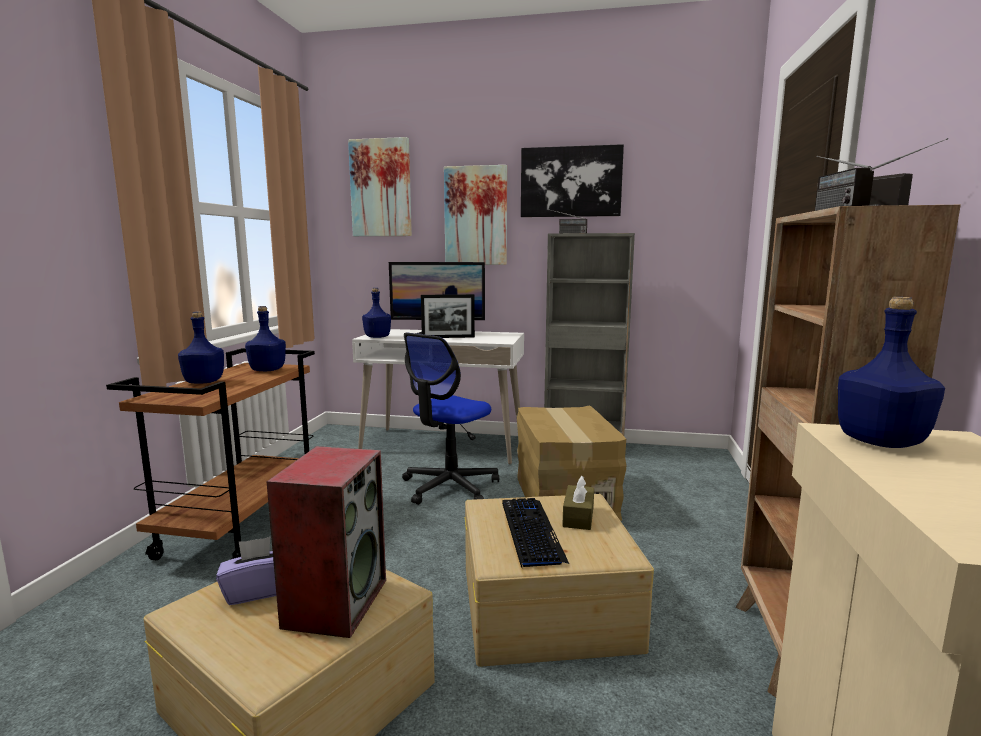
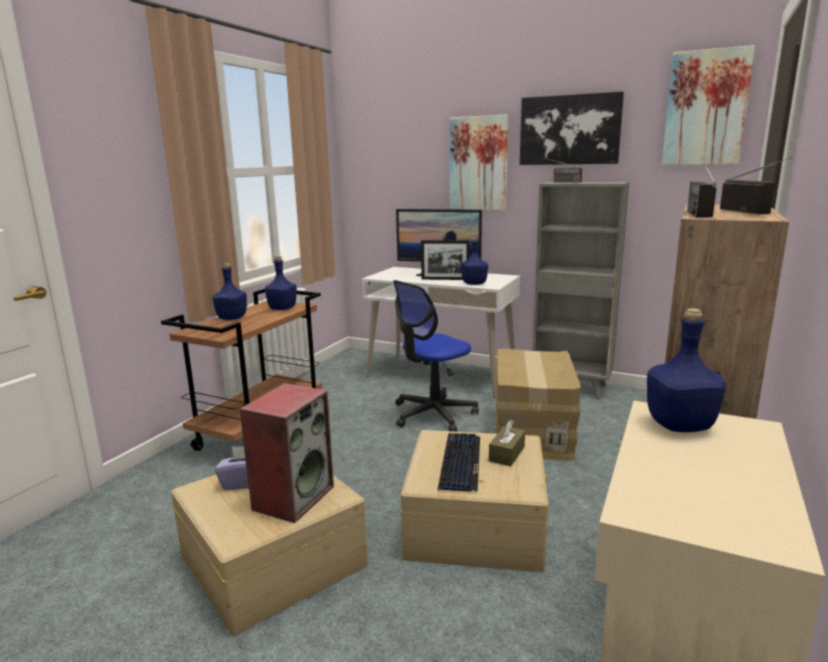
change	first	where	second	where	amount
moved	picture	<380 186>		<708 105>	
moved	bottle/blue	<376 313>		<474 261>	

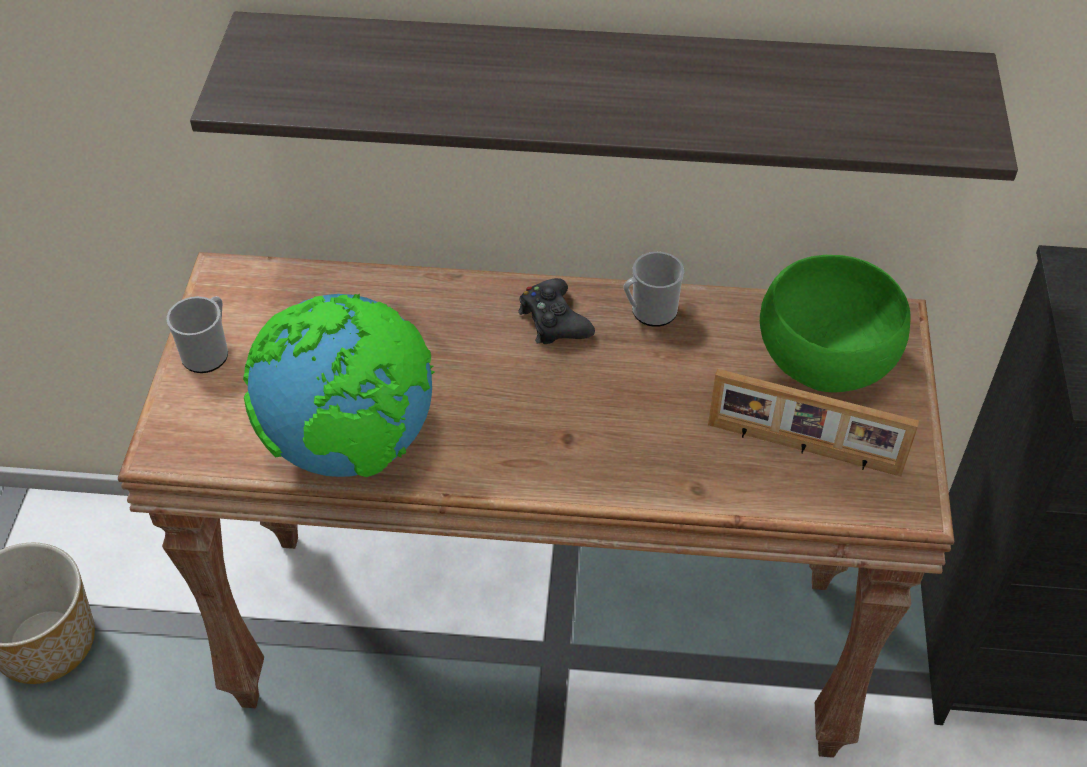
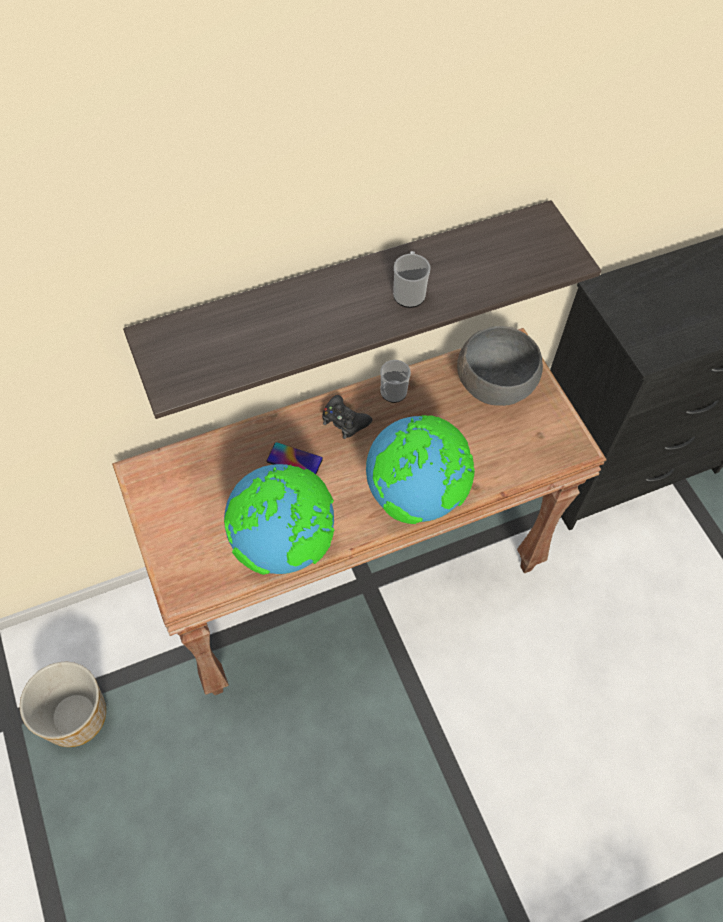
change	first	where	second	where	amount
recoloured	bowl/green	<835 323>	bowl/grey	<500 366>	
moved	mug	<197 334>		<412 279>	
removed	picture frame	<813 423>			
added			globe	<420 469>	
added			phone	<295 458>	

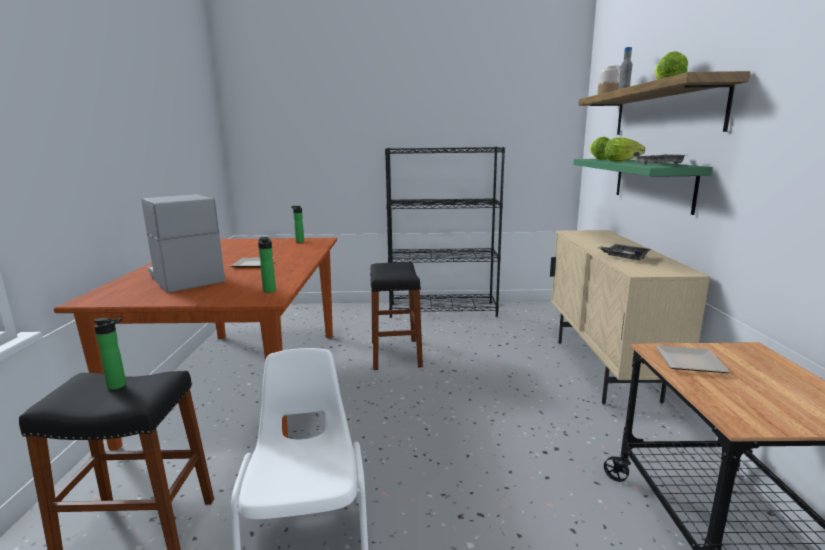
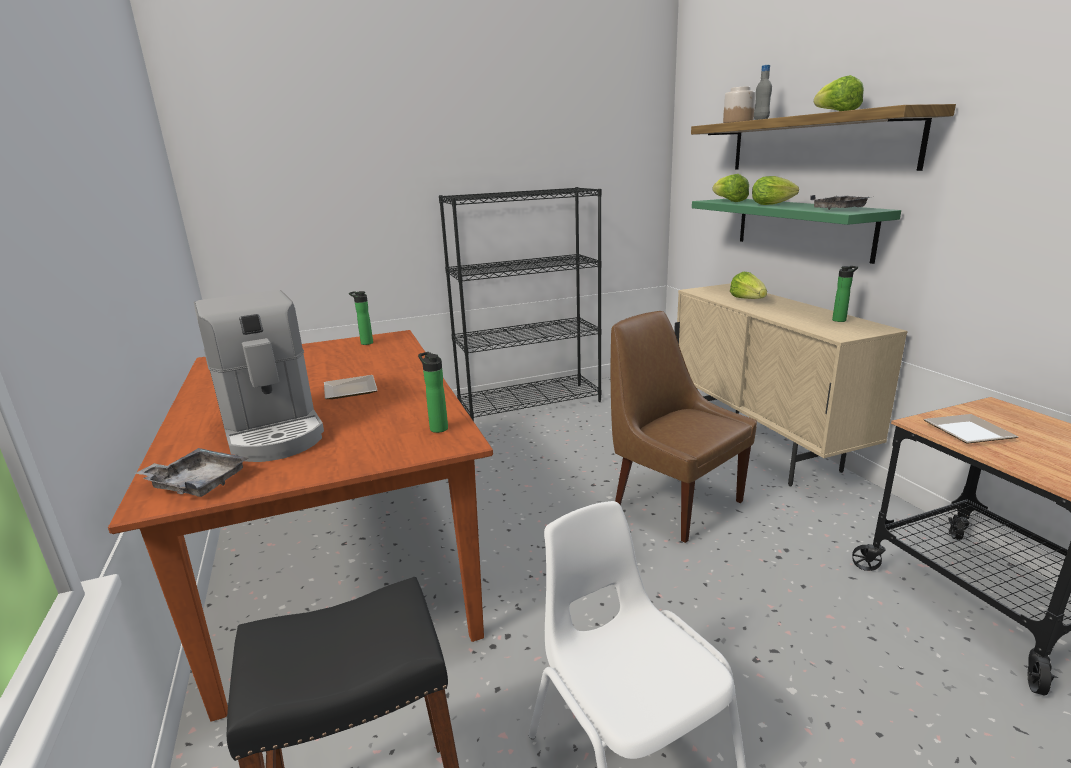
change	first	where	second	where	amount
turned	coffee machine	<183 243>		<259 376>	150 degrees counterclockwise
moved	tray/grey	<624 252>		<192 472>	
removed	stool/black	<396 316>			
moved	bottle	<110 354>		<845 294>	
added			lettuce	<748 285>	
added			chair/brown	<684 427>	

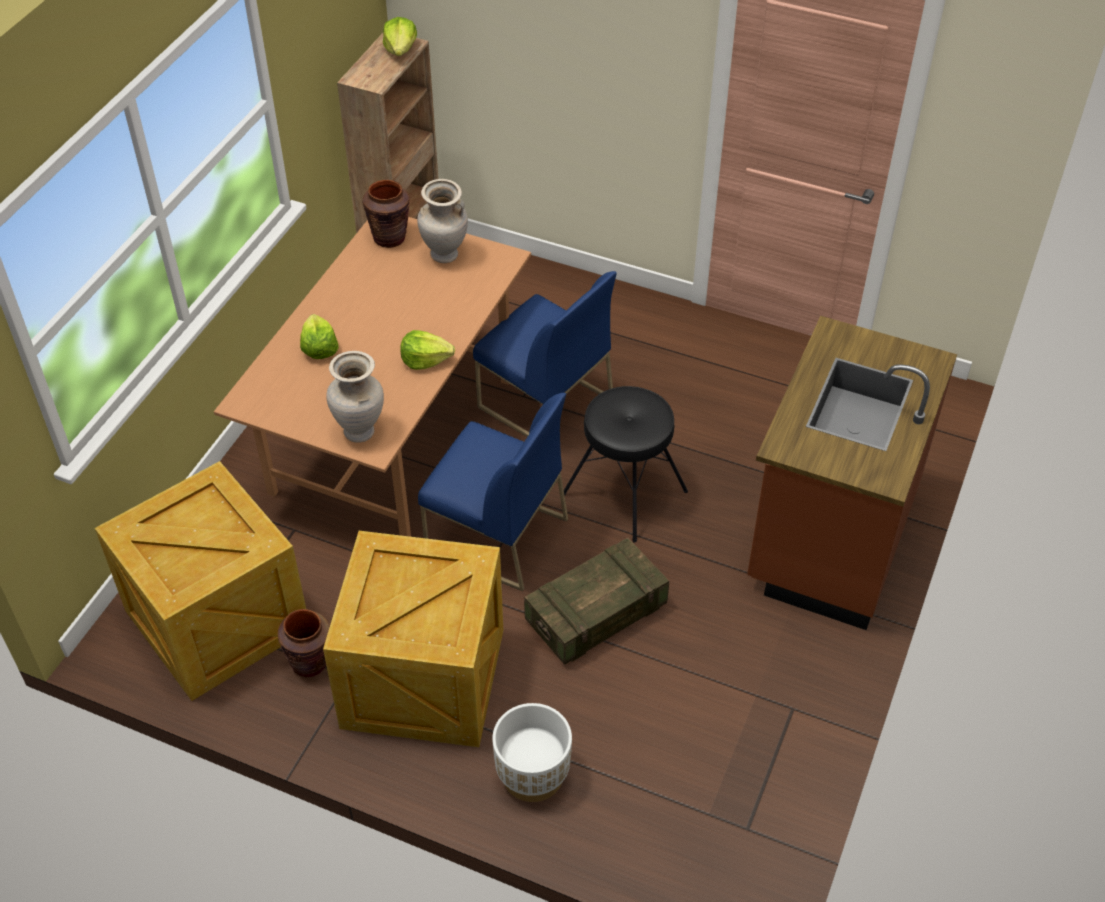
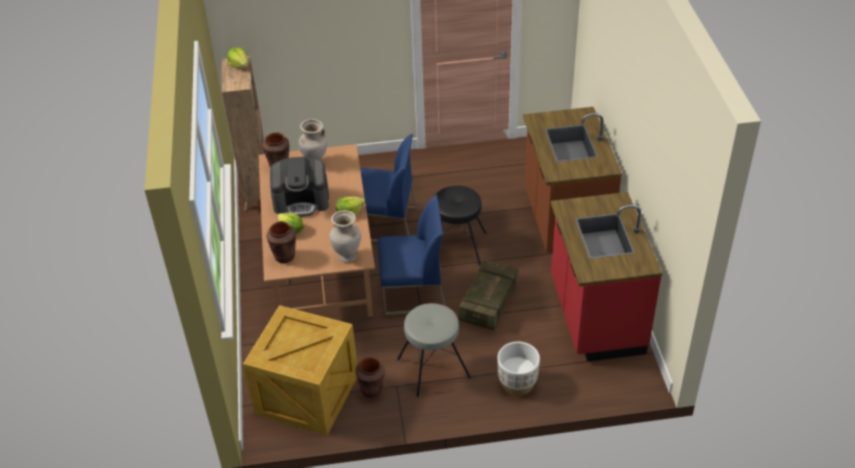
change	first	where	second	where	amount
replaced	crate	<413 639>	stool/grey	<434 350>	
added			coffee machine	<299 187>	
added			counter/red	<606 276>	
added			vase/brown	<281 242>	

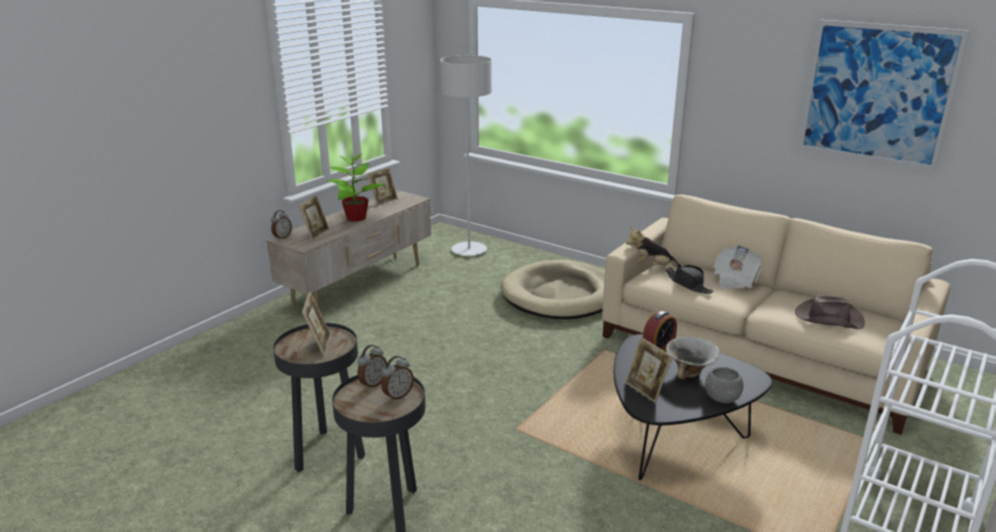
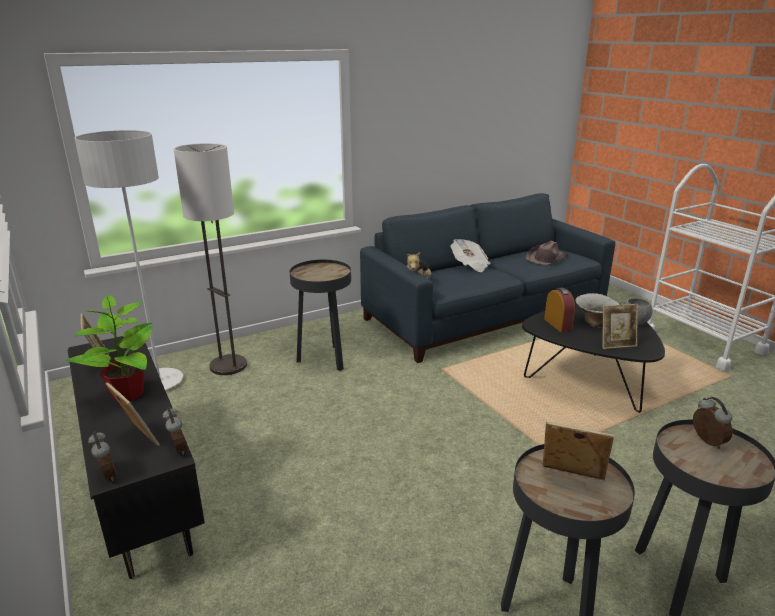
change	first	where	second	where	amount
removed	picture	<884 95>			
recoloured	tv stand/beige	<348 249>	tv stand/black	<136 457>	
recoloured	sofa/beige	<776 315>	sofa/blue	<487 278>	
replaced	dog bed/beige	<553 289>	side table/black	<320 315>	
removed	hat/black	<689 279>			
moved	alarm clock	<372 367>		<174 431>	
added			floor lamp	<210 259>	

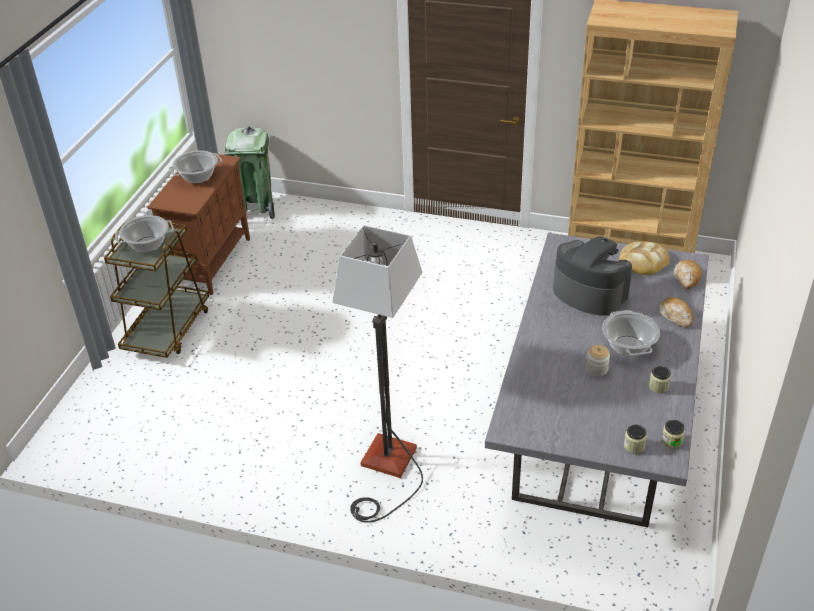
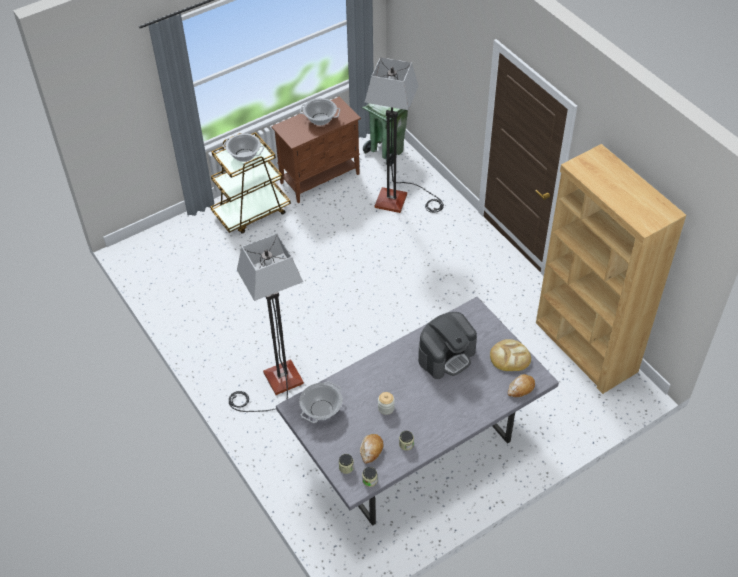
change	first	where	second	where	amount
turned	coffee machine	<592 276>		<447 345>	60 degrees clockwise
moved	bread	<676 312>		<372 449>	
moved	cooking pot	<631 333>		<321 402>	
added			floor lamp	<404 135>	

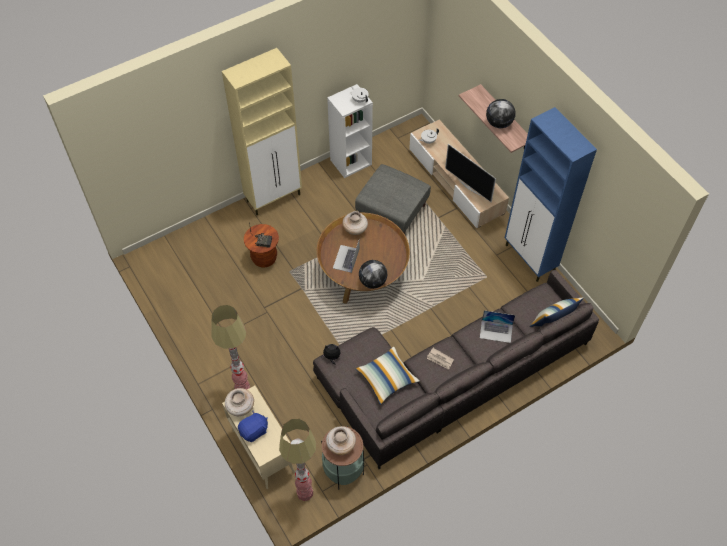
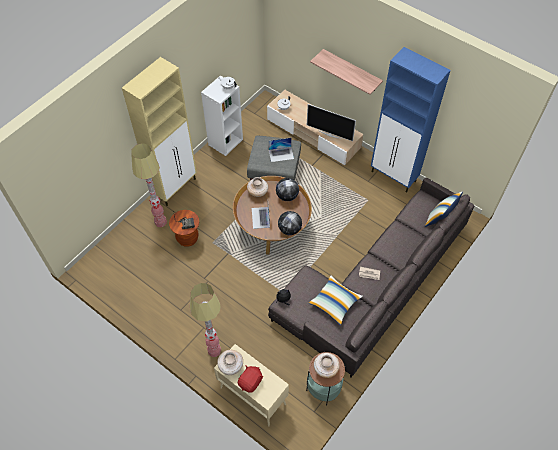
change	first	where	second	where	amount
moved	globe	<501 113>		<287 189>	
moved	laptop	<497 326>		<281 150>	
recoloured	plush toy/blue	<253 426>	plush toy/red	<250 379>	
moved	floor lamp	<297 460>		<149 185>	

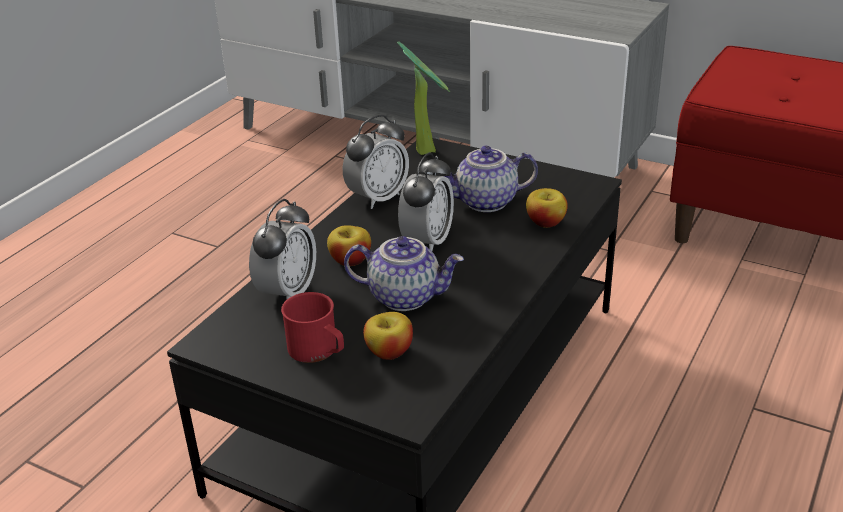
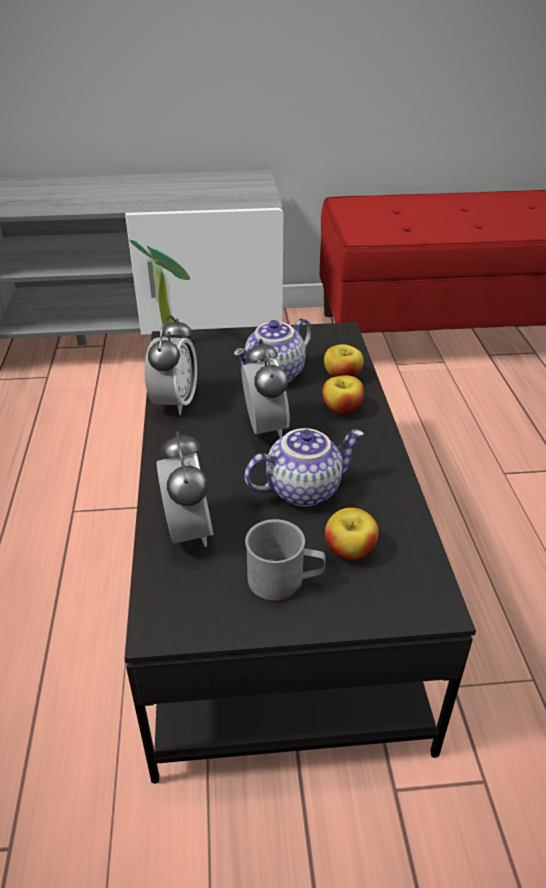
change	first	where	second	where	amount
moved	apple	<349 245>		<343 395>	
recoloured	mug/red	<312 327>	mug/grey	<285 560>	

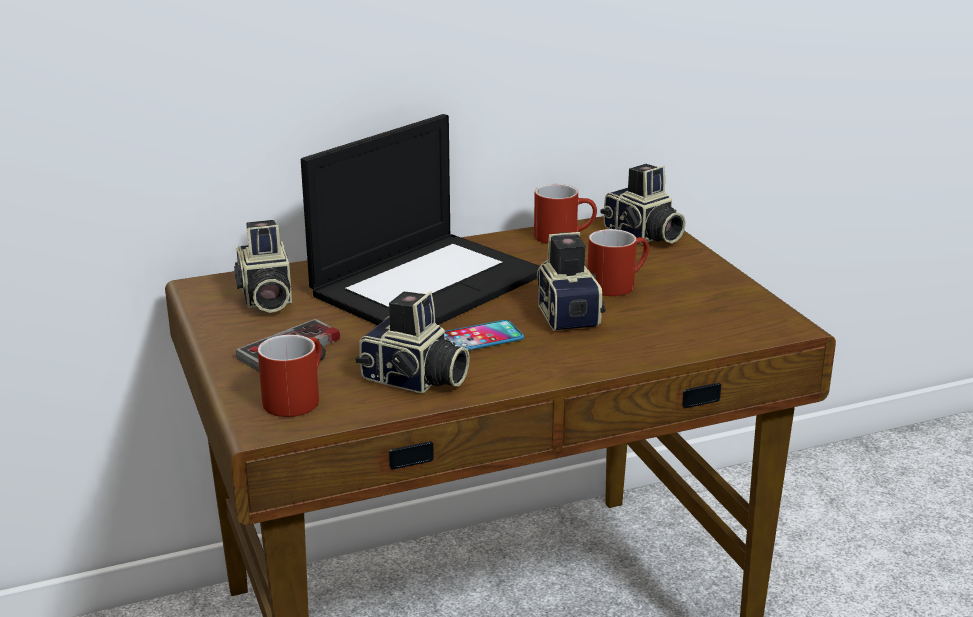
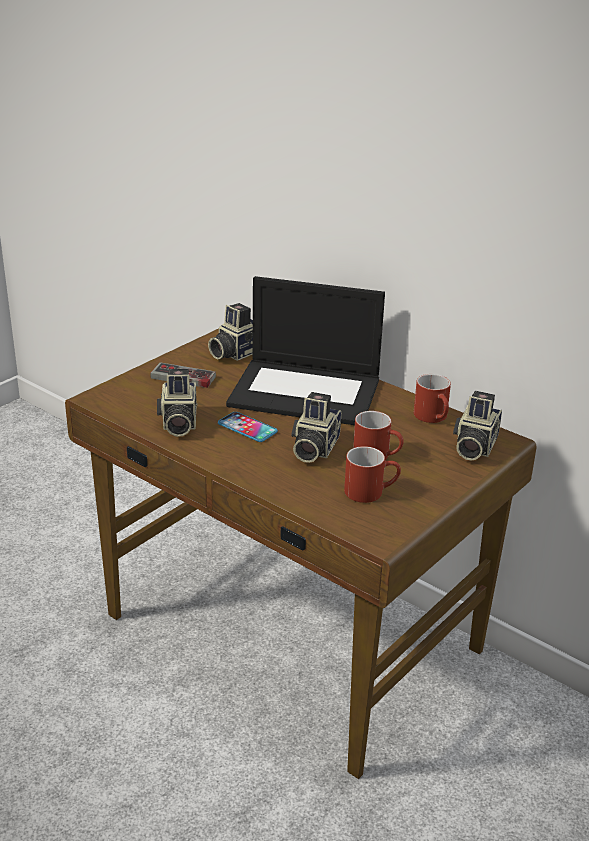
change	first	where	second	where	amount
turned	photo camera	<571 281>		<316 427>	150 degrees clockwise
moved	mug/red	<289 376>		<372 474>	

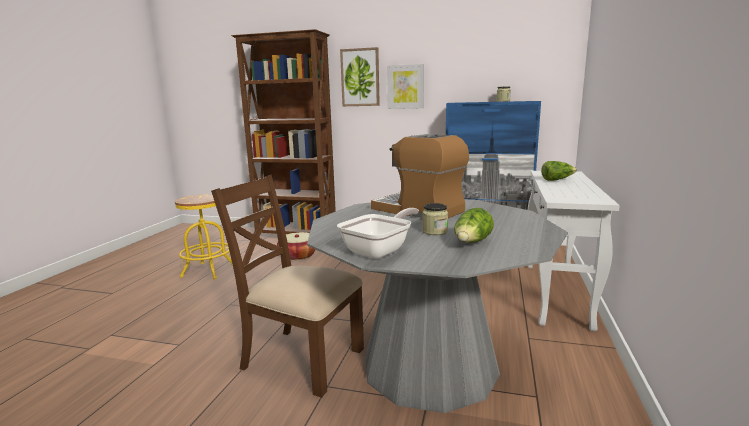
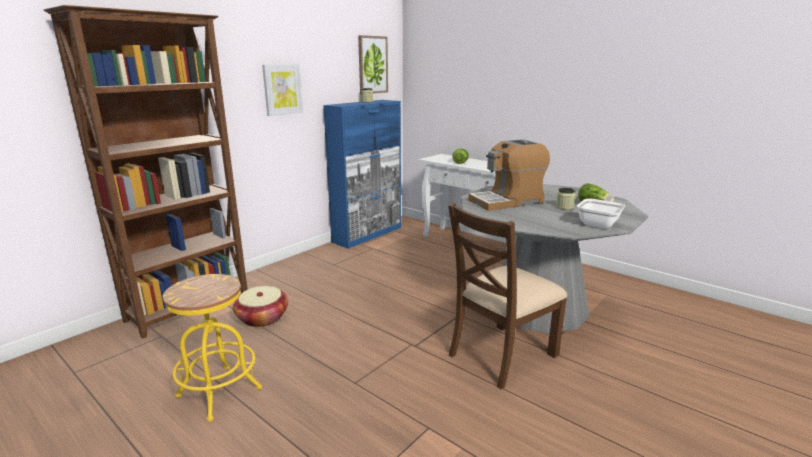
change	first	where	second	where	amount
moved	picture	<360 76>		<373 64>	
turned	frying pan	<378 233>		<601 211>	60 degrees clockwise

